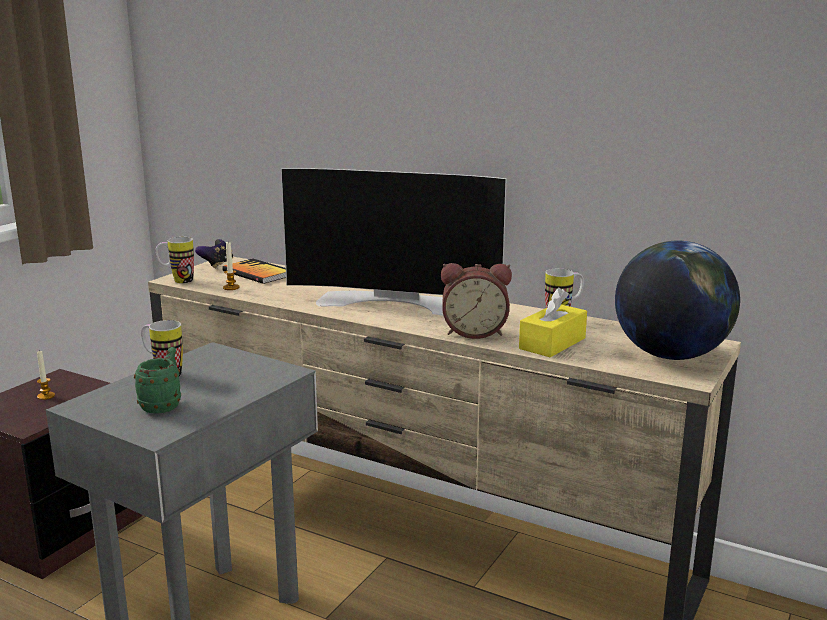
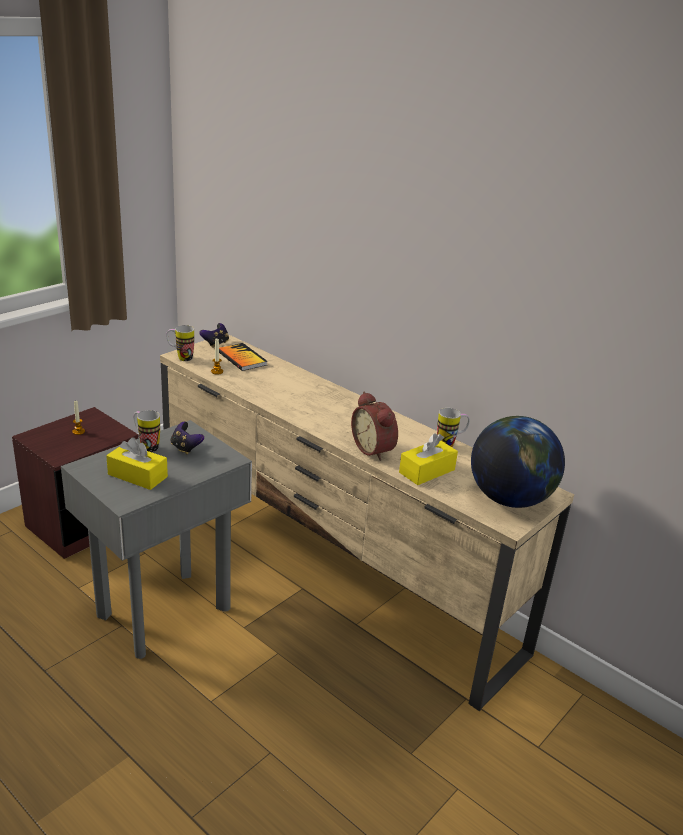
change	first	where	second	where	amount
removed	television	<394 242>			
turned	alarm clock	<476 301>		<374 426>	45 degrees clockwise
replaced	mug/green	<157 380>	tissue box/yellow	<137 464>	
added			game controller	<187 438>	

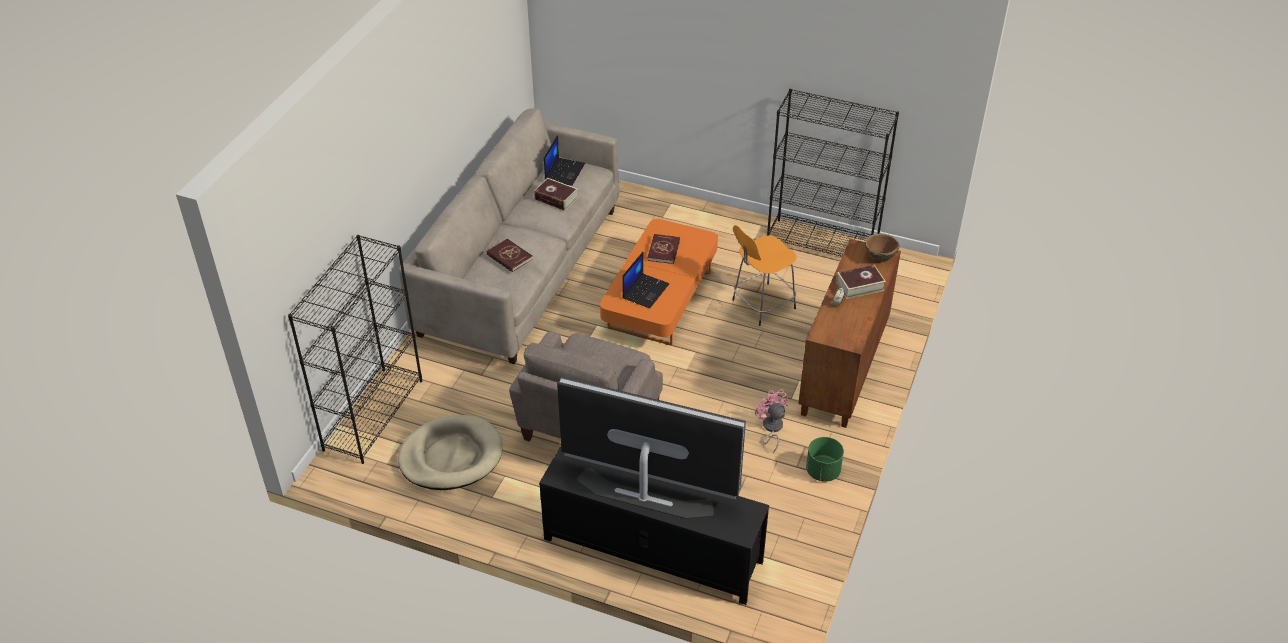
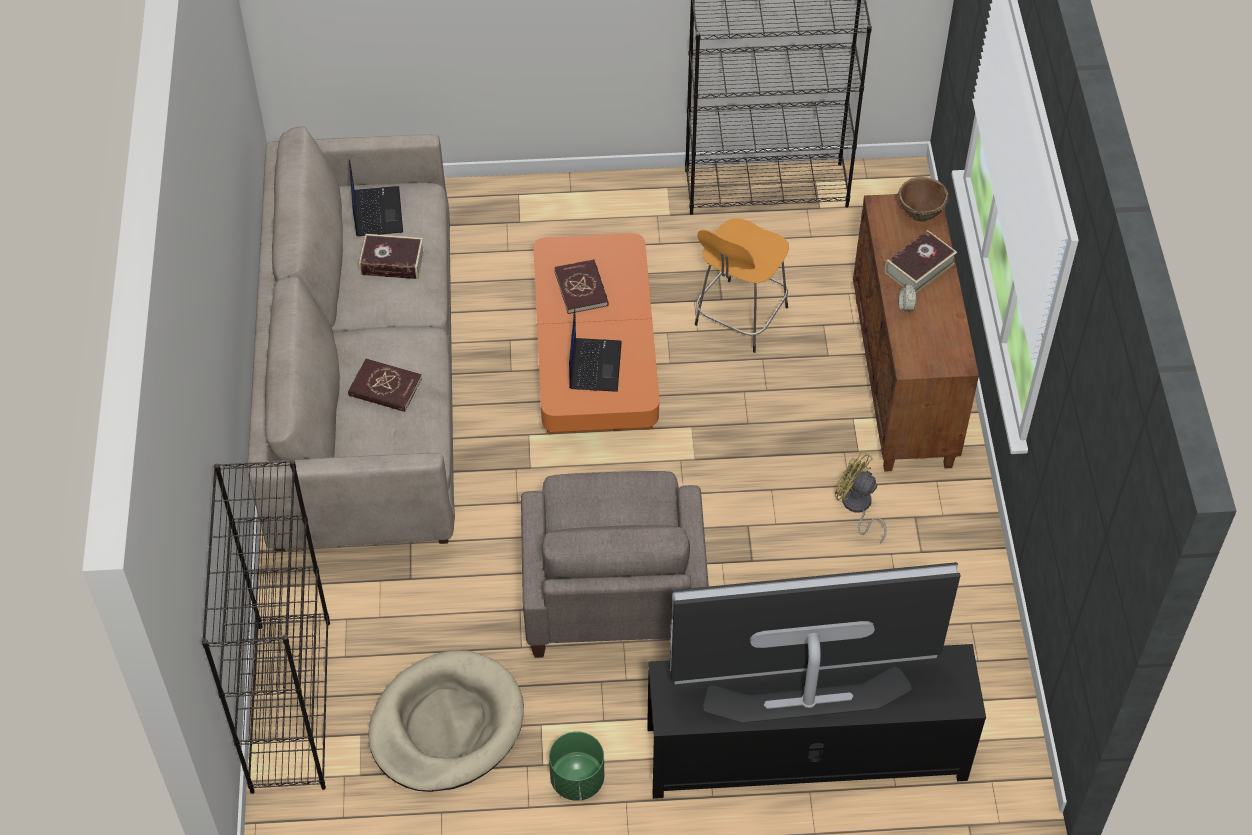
change	first	where	second	where	amount
recoloured	fan/pink	<771 421>	fan/yellow	<861 497>	
moved	planter/green	<825 459>		<576 766>	

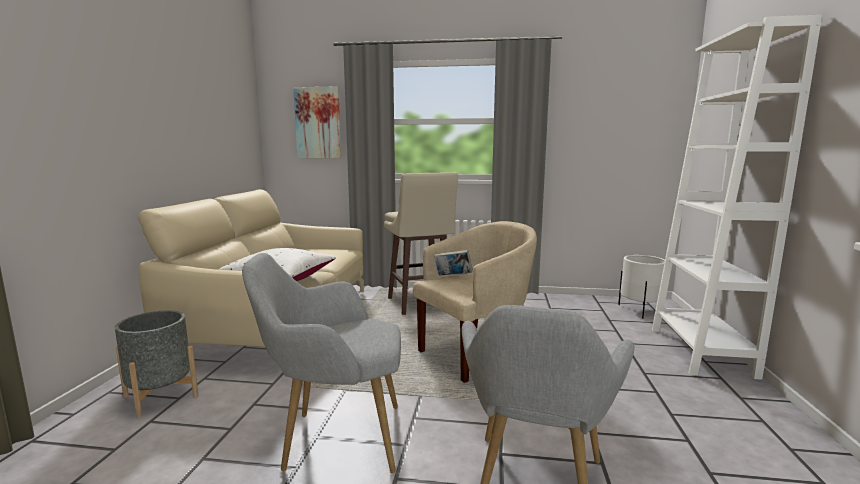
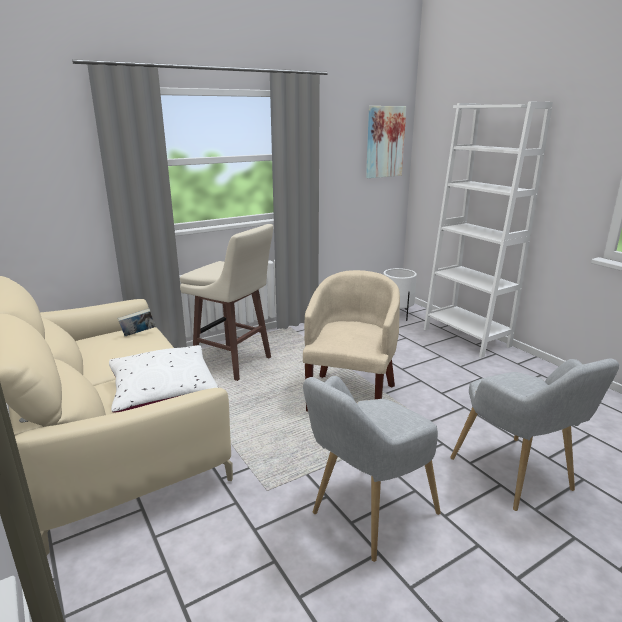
change	first	where	second	where	amount
moved	picture	<317 122>		<386 142>	
moved	book	<453 263>		<137 322>	
removed	planter/grey	<156 364>			

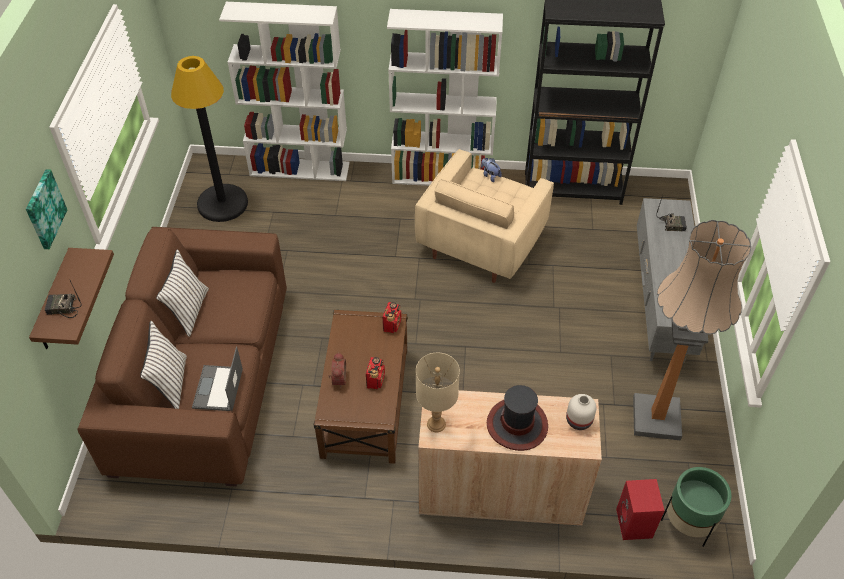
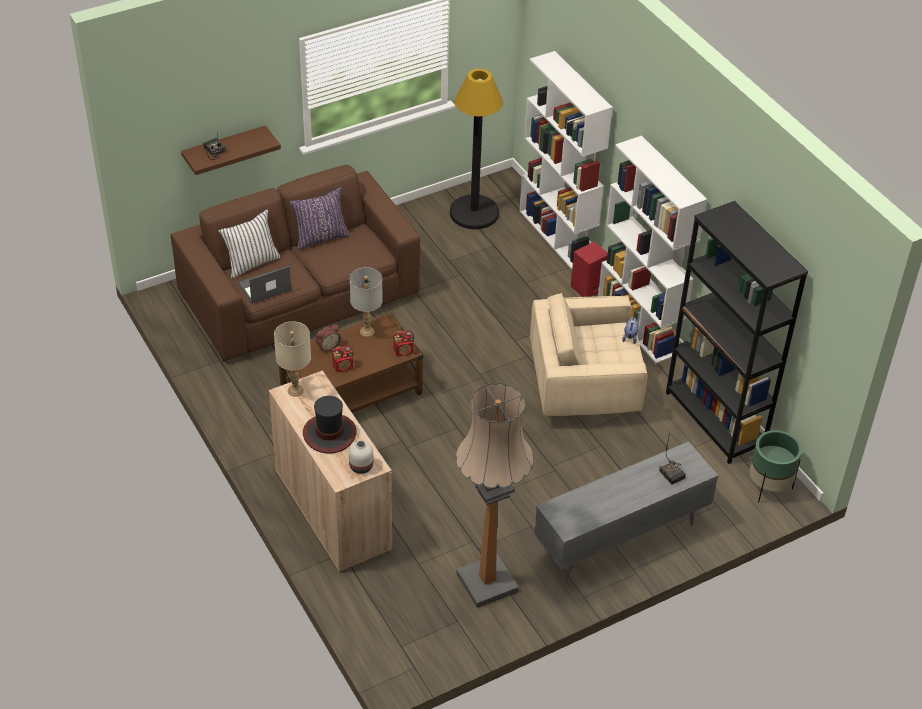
change	first	where	second	where	amount
removed	picture	<46 209>			
recoloured	pillow/white	<182 293>	pillow/purple	<319 218>	
moved	planter/green	<696 507>		<775 466>	
moved	speaker/red	<640 509>		<589 269>	
added			table lamp/grey	<366 302>	

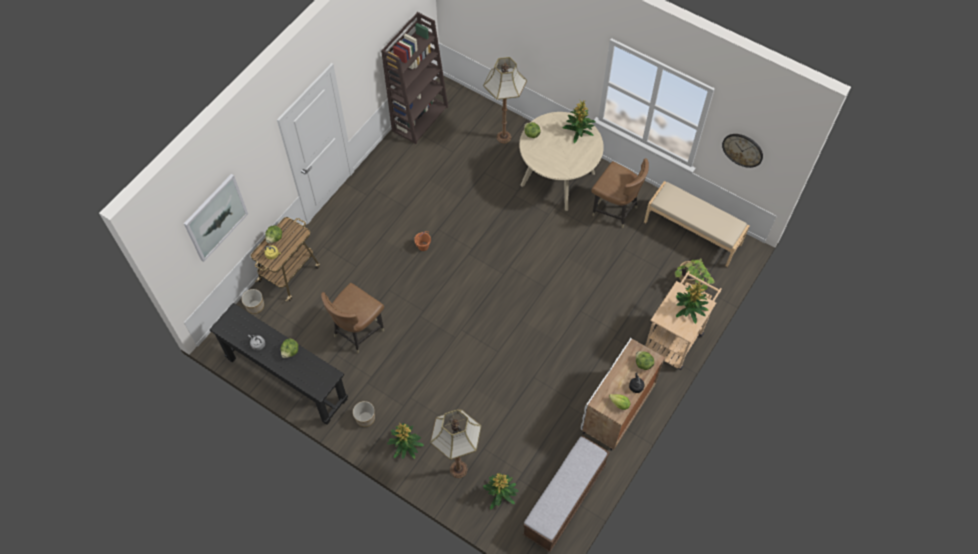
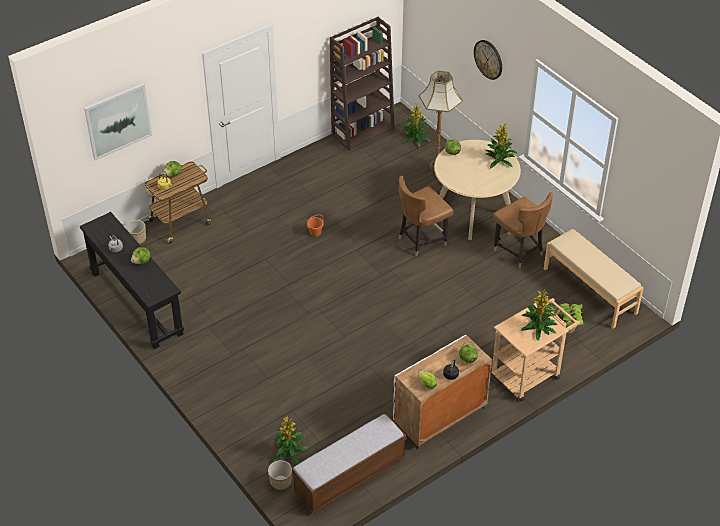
change	first	where	second	where	amount
moved	wall clock	<742 151>		<488 60>	
moved	chair/brown	<352 318>		<426 216>	
moved	planter	<364 414>		<280 475>	
removed	floor lamp	<455 443>			
moved	potted plant	<405 440>		<415 125>	

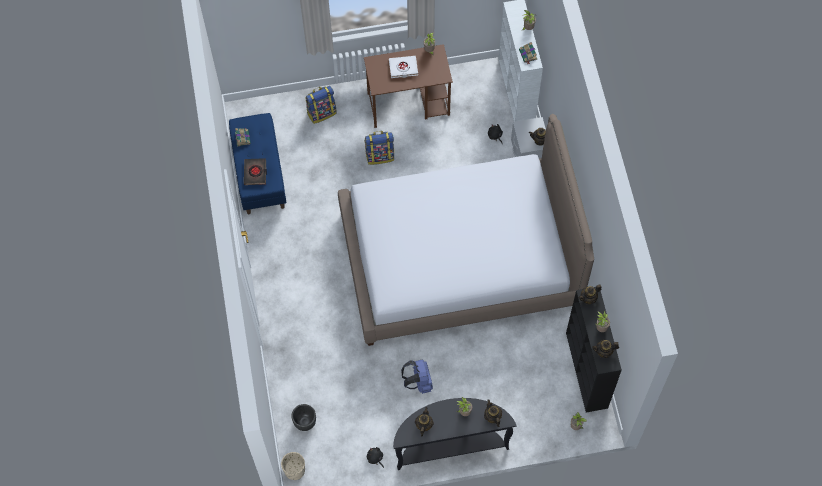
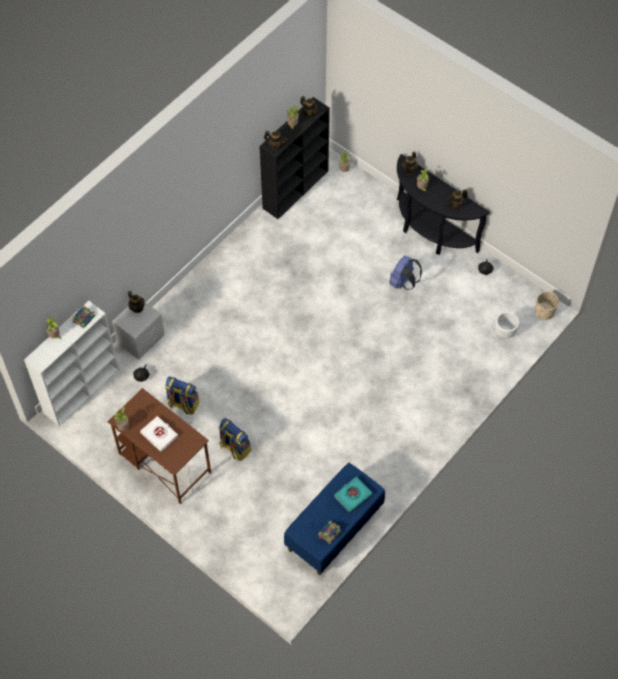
change	first	where	second	where	amount
moved	backpack	<321 105>		<182 395>	
removed	bed	<466 230>			
recoloured	book/black	<255 171>	book/turquoise	<353 494>	
recoloured	planter/black	<303 417>	planter/white	<507 325>	

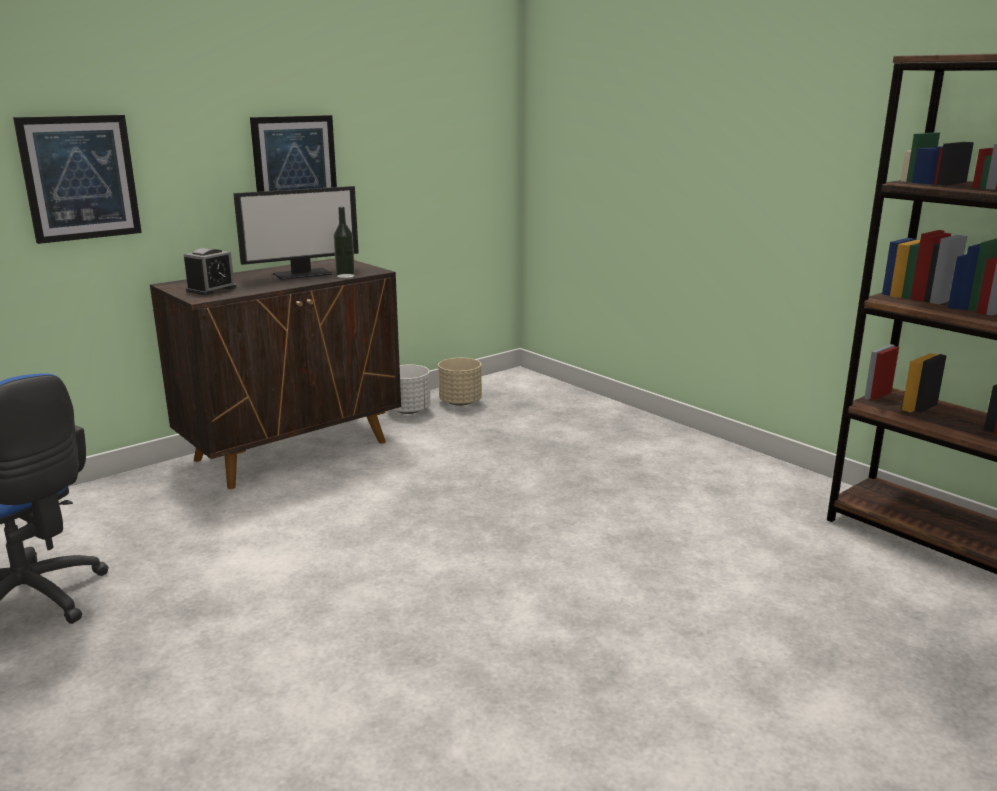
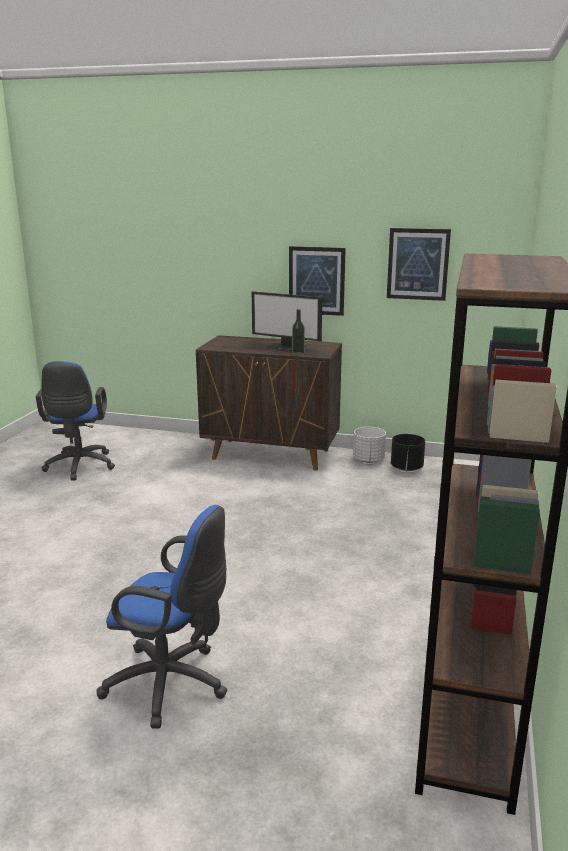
change	first	where	second	where	amount
moved	picture	<77 179>		<419 264>	
removed	alarm clock	<210 271>			
recoloured	planter/beige	<460 382>	planter/black	<408 452>	
added			office chair/blue	<161 616>	

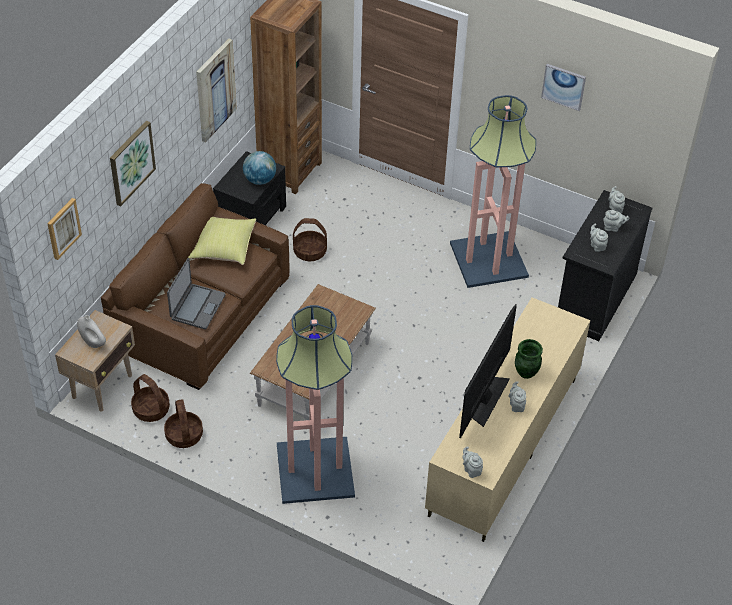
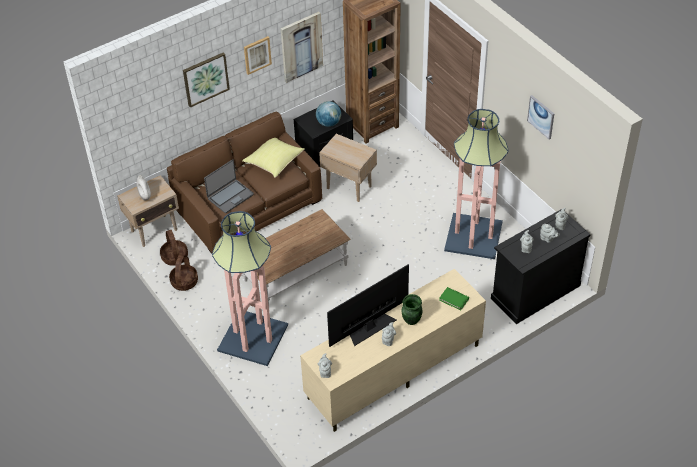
change	first	where	second	where	amount
moved	picture	<64 229>		<258 55>	
replaced	basket	<310 239>	side table/beige	<348 168>	
added			book/green	<454 298>	

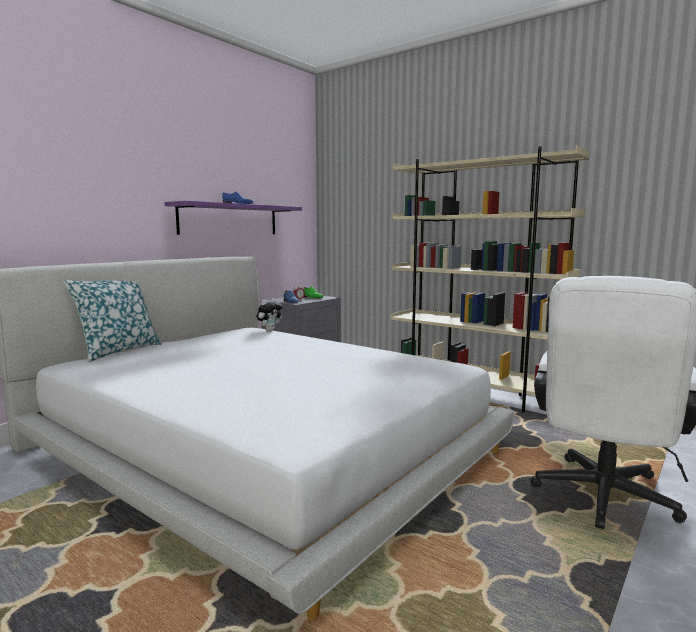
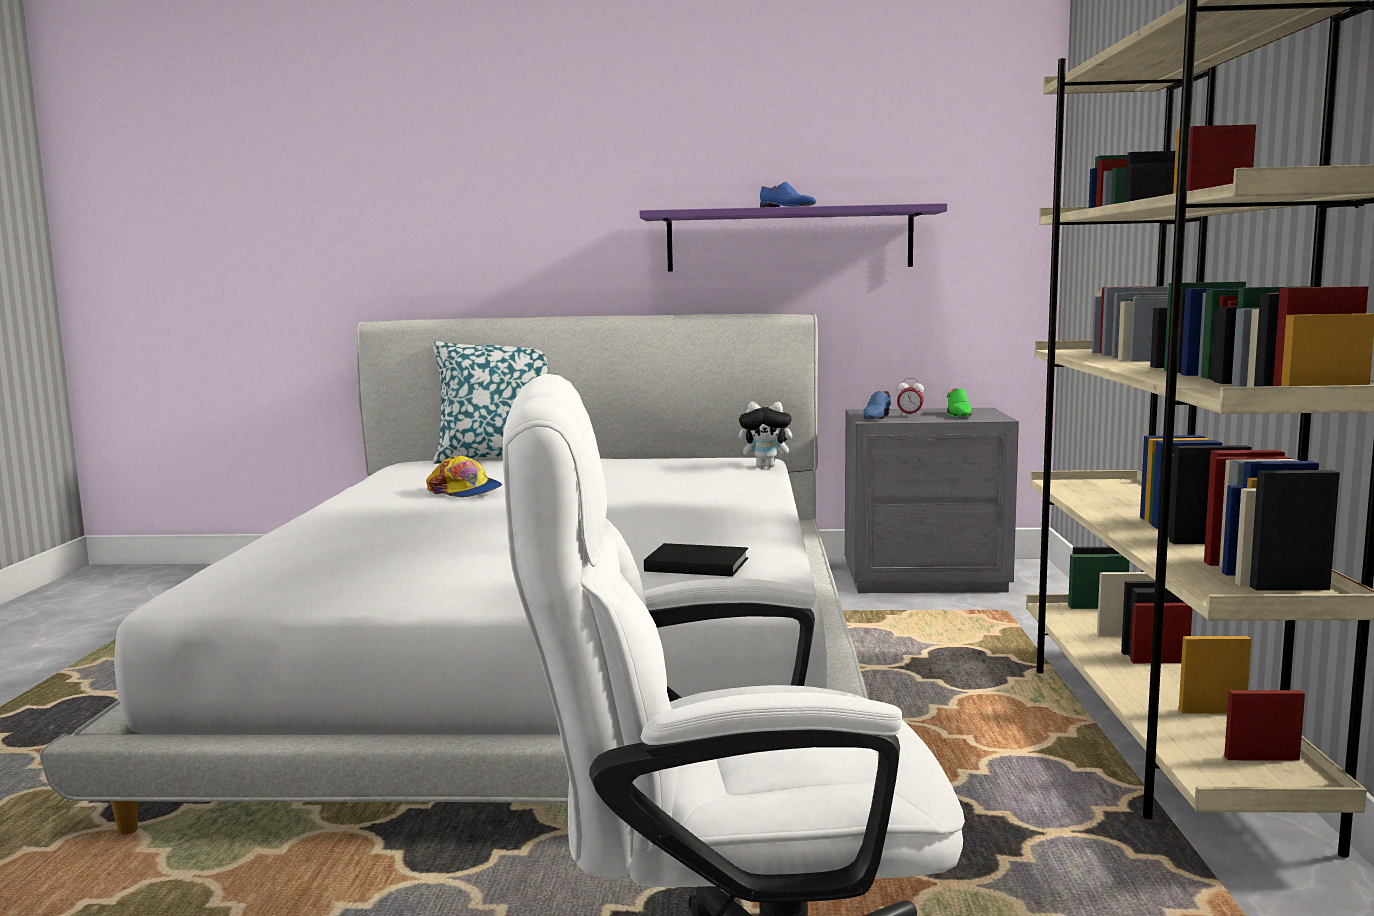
change	first	where	second	where	amount
added			cap	<464 476>	
added			book/black	<696 560>	

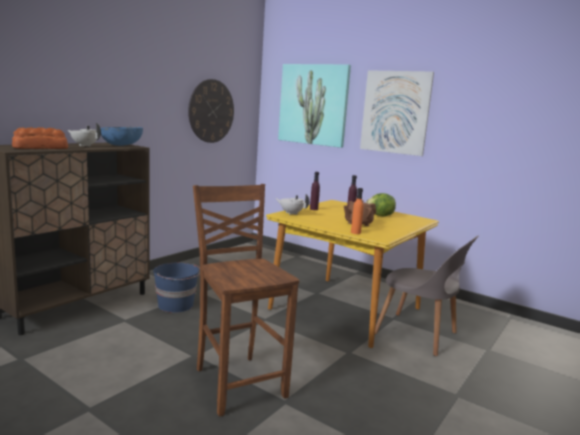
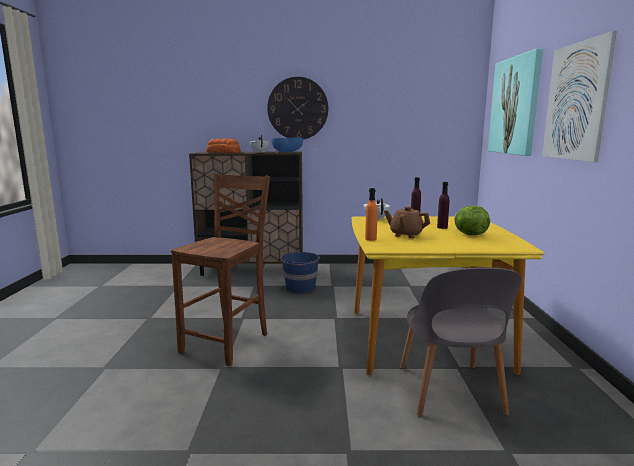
change	first	where	second	where	amount
moved	wall clock	<211 111>		<297 108>	

